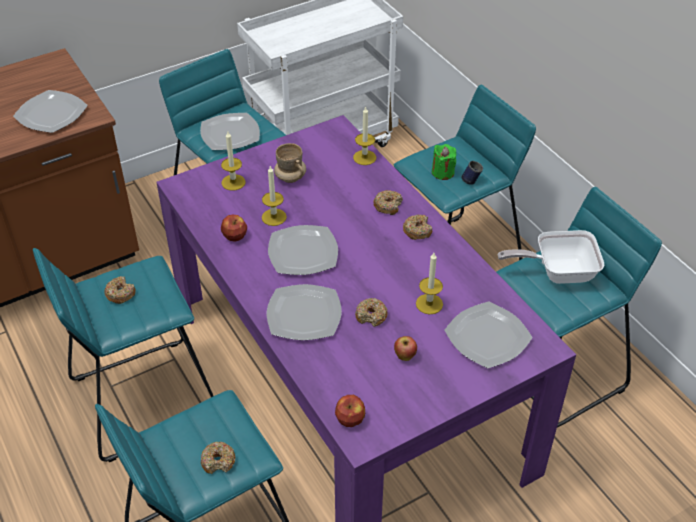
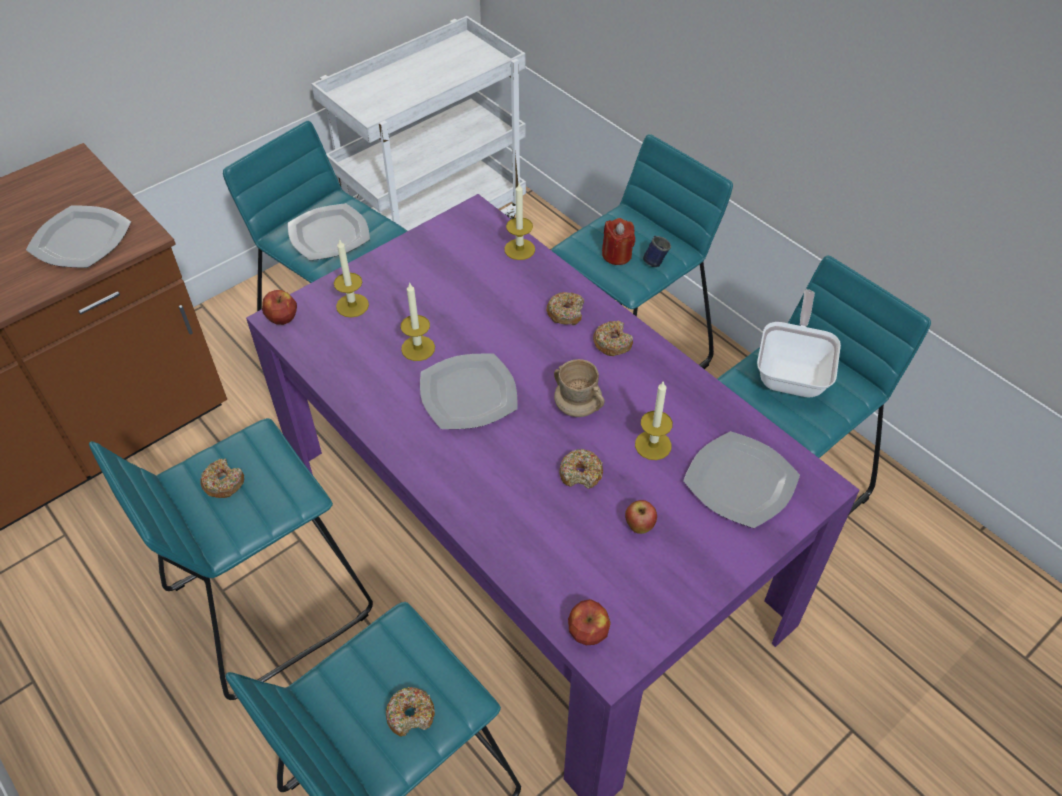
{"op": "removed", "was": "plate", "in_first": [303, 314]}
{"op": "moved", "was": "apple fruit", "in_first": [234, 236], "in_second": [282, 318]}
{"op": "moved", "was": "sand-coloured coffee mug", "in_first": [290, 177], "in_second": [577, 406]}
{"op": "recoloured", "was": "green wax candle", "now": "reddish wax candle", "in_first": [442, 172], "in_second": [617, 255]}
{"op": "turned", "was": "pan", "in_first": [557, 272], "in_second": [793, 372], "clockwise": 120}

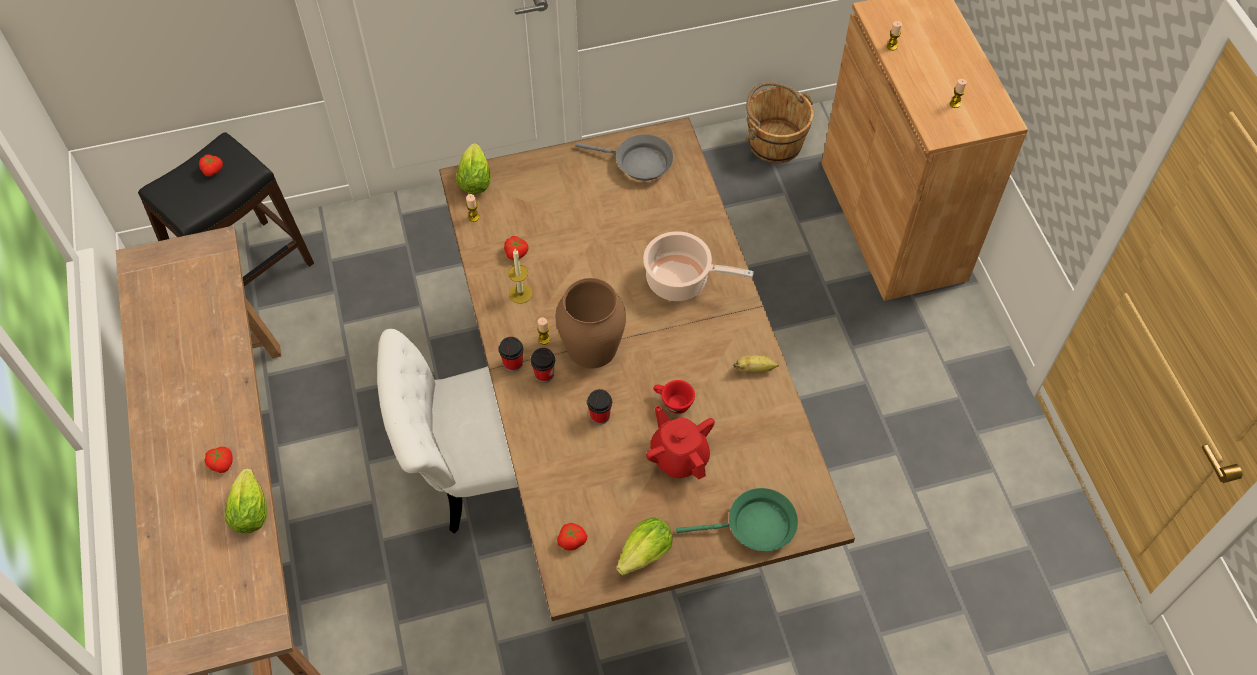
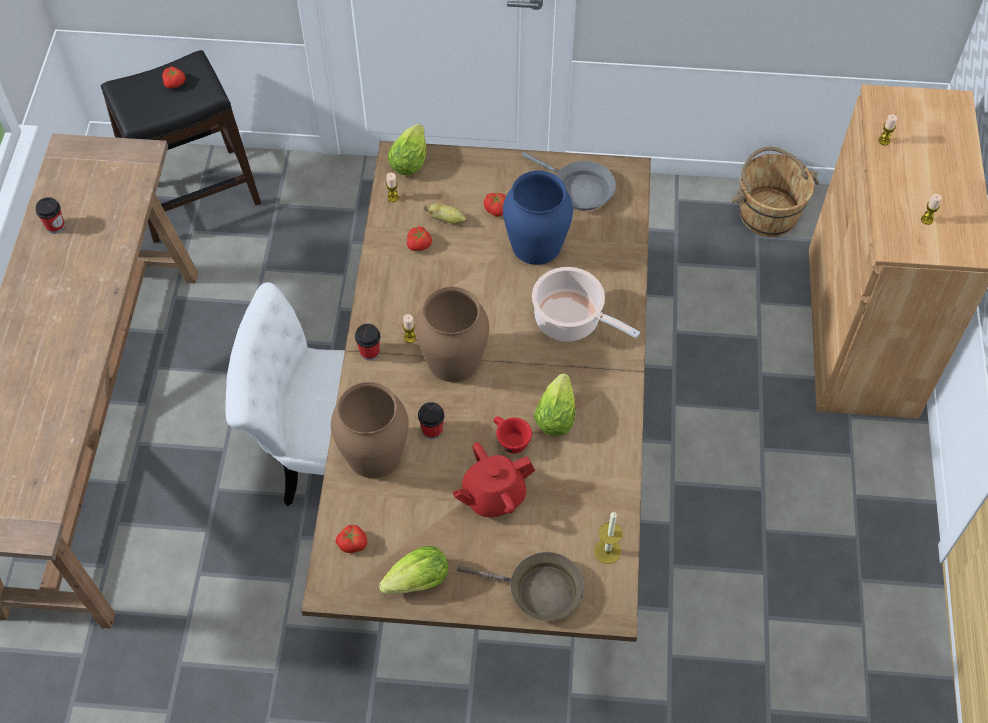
{"op": "added", "now": "brown-coloured decorative vase", "in_second": [373, 453]}
{"op": "added", "now": "bluish decorative vase", "in_second": [536, 245]}
{"op": "moved", "was": "fresh tomato", "in_first": [222, 463], "in_second": [497, 209]}
{"op": "moved", "was": "head of lettuce", "in_first": [250, 508], "in_second": [556, 413]}
{"op": "moved", "was": "wax candle", "in_first": [520, 293], "in_second": [607, 551]}
{"op": "moved", "was": "small cup", "in_first": [544, 374], "in_second": [55, 226]}
{"op": "moved", "was": "whole banana", "in_first": [755, 369], "in_second": [447, 220]}
{"op": "recoloured", "was": "green pan", "now": "brown-coloured pan", "in_first": [755, 526], "in_second": [539, 591]}
{"op": "turned", "was": "reddish tea pot", "in_first": [679, 456], "in_second": [493, 495], "clockwise": -105}

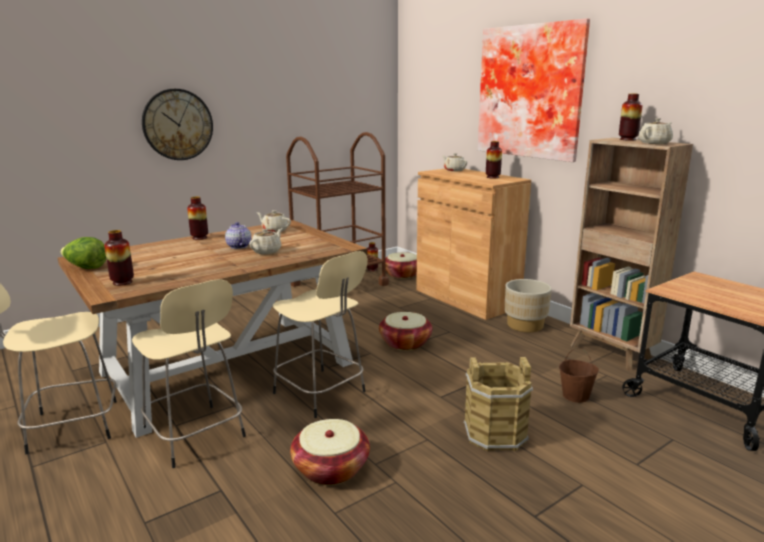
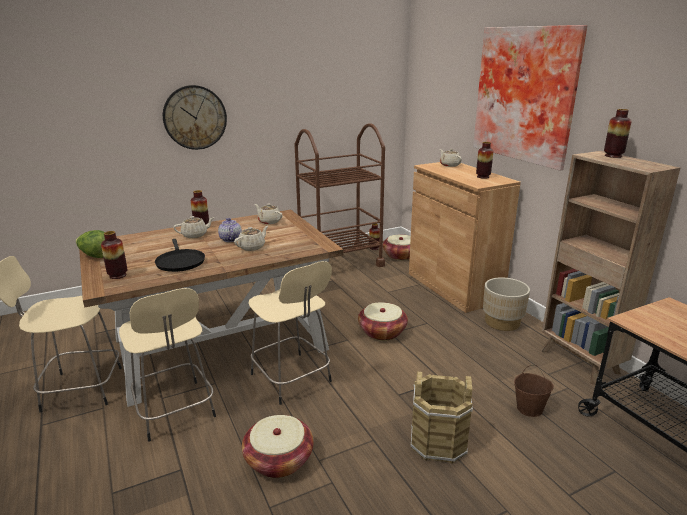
{"op": "added", "now": "black pan", "in_second": [180, 262]}
{"op": "moved", "was": "sand-coloured tea pot", "in_first": [655, 143], "in_second": [195, 235]}

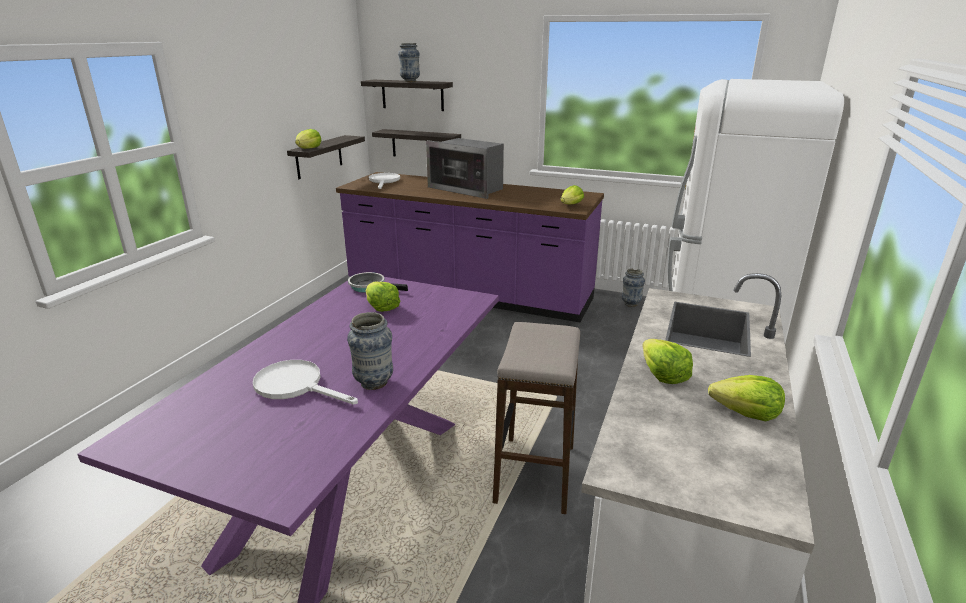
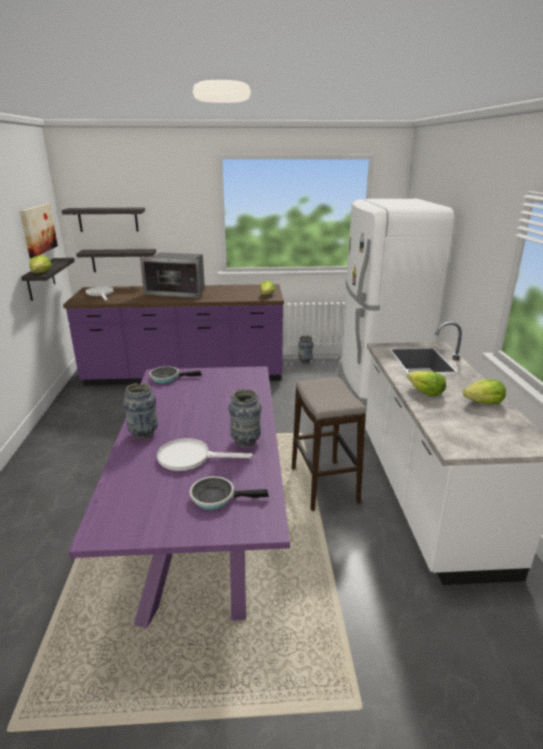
{"op": "removed", "was": "head of lettuce", "in_first": [381, 307]}
{"op": "added", "now": "picture", "in_second": [38, 229]}
{"op": "added", "now": "pan", "in_second": [217, 497]}
{"op": "moved", "was": "decorative vase", "in_first": [410, 81], "in_second": [144, 434]}

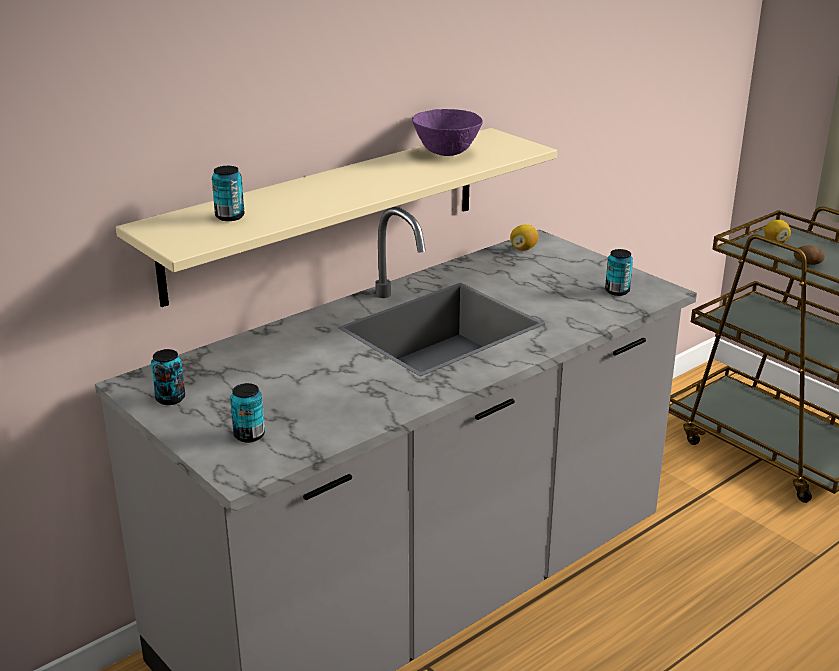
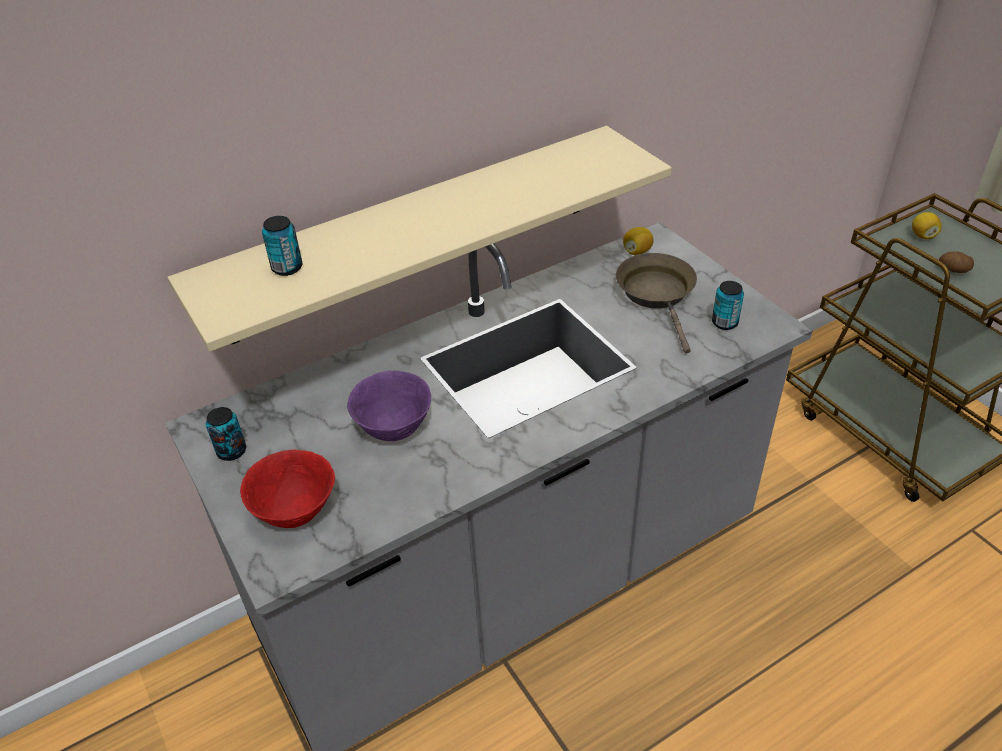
{"op": "added", "now": "brown-coloured pan", "in_second": [658, 295]}
{"op": "moved", "was": "purplish deep dish", "in_first": [447, 153], "in_second": [394, 428]}
{"op": "replaced", "was": "sealed can", "now": "reddish deep dish", "in_first": [249, 435], "in_second": [296, 512]}

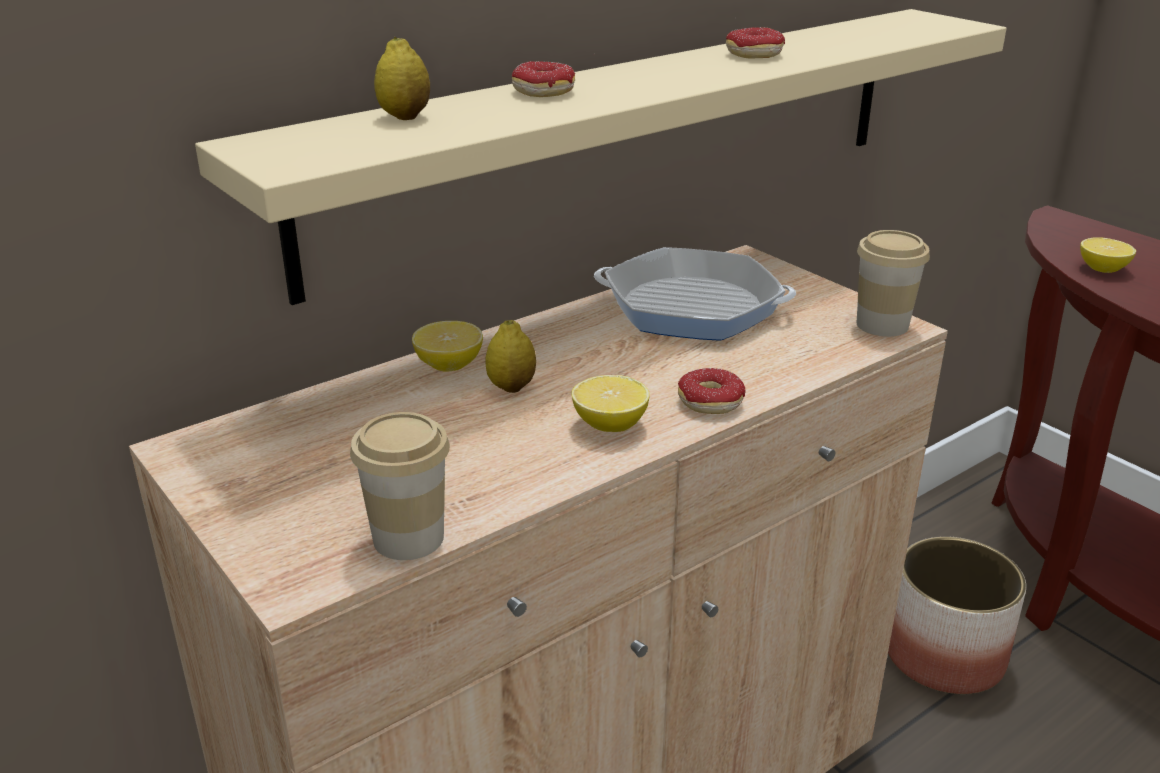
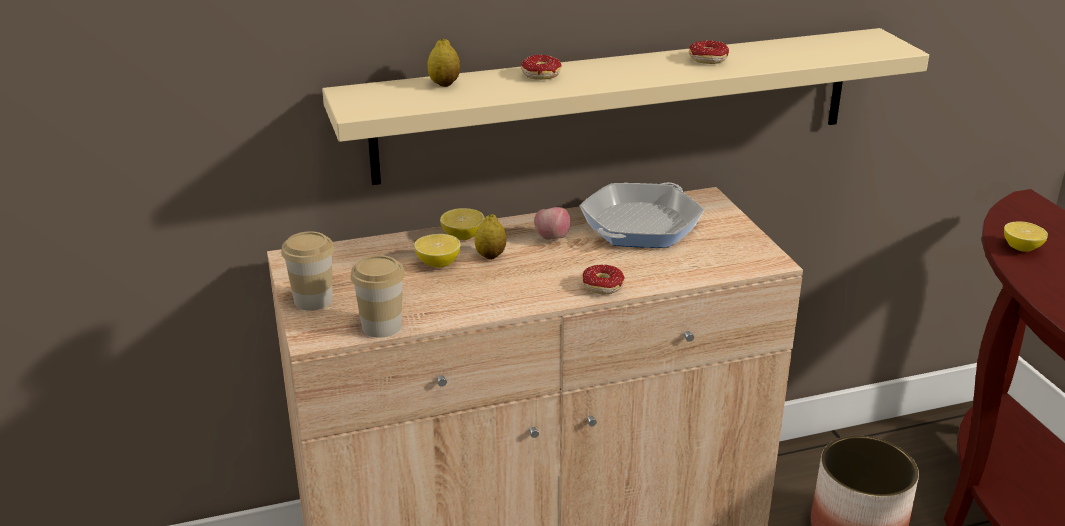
{"op": "added", "now": "apple fruit", "in_second": [552, 238]}
{"op": "moved", "was": "citrus fruit", "in_first": [610, 425], "in_second": [438, 263]}
{"op": "moved", "was": "small cup", "in_first": [882, 325], "in_second": [313, 300]}
{"op": "turned", "was": "pan", "in_first": [692, 307], "in_second": [640, 224], "clockwise": 90}

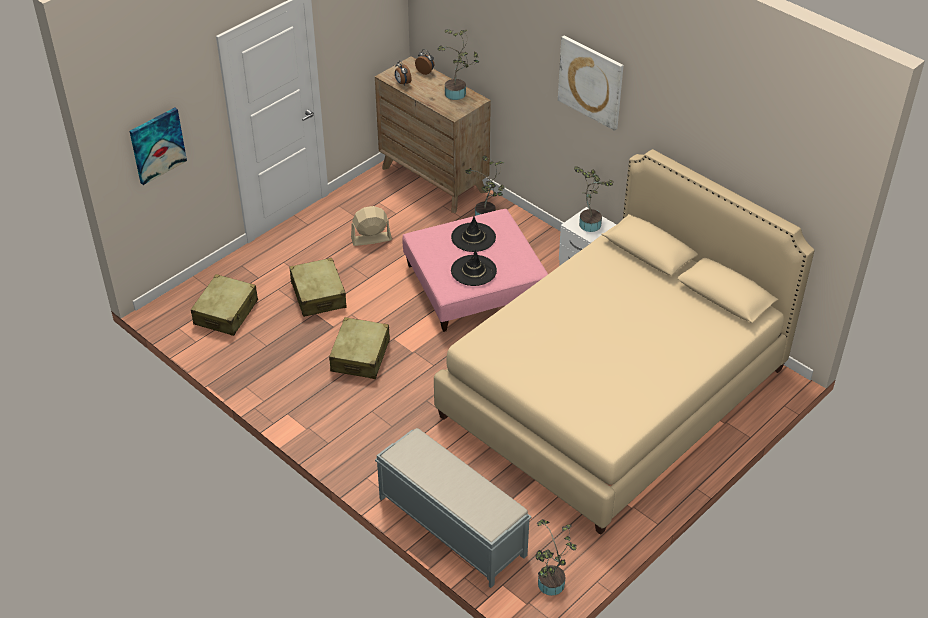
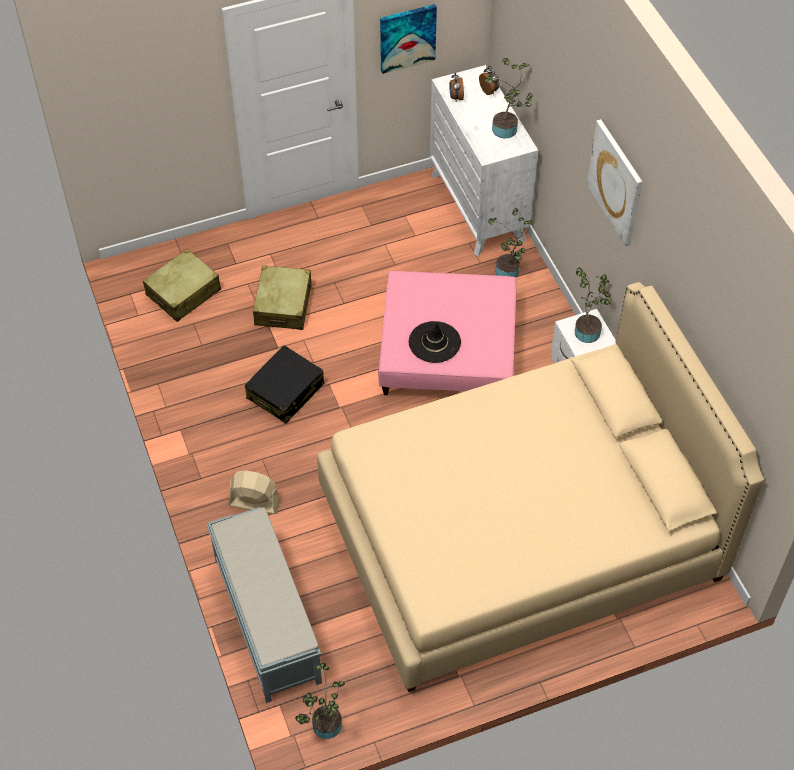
{"op": "removed", "was": "black hat", "in_first": [473, 237]}
{"op": "moved", "was": "picture", "in_first": [157, 145], "in_second": [407, 37]}
{"op": "moved", "was": "sand-coloured fan", "in_first": [371, 239], "in_second": [254, 502]}
{"op": "recoloured", "was": "sand-coloured suitcase", "now": "black suitcase", "in_first": [360, 356], "in_second": [286, 391]}
{"op": "recoloured", "was": "brown-coloured drawer chest", "now": "white drawer chest", "in_first": [434, 179], "in_second": [478, 207]}

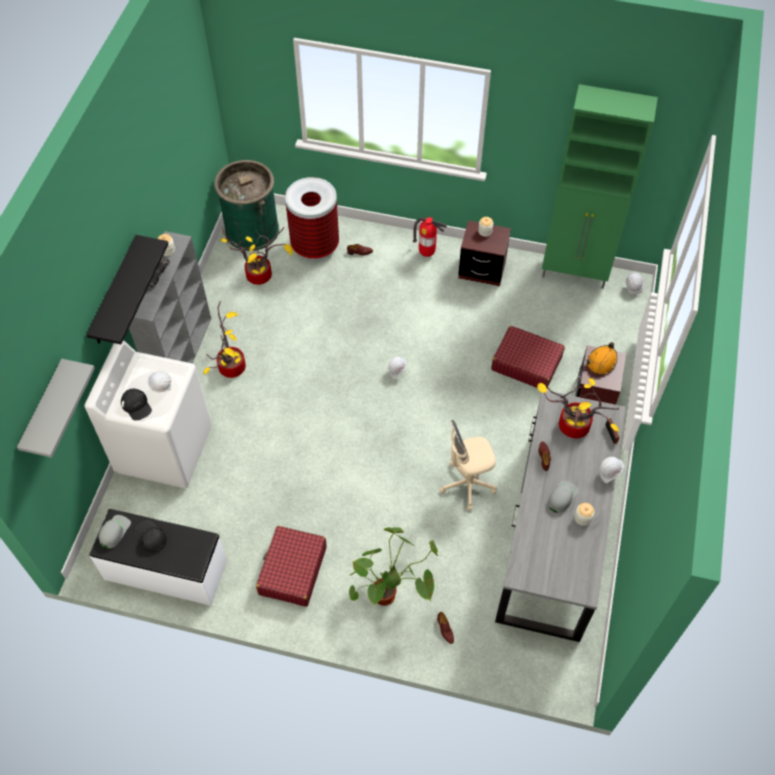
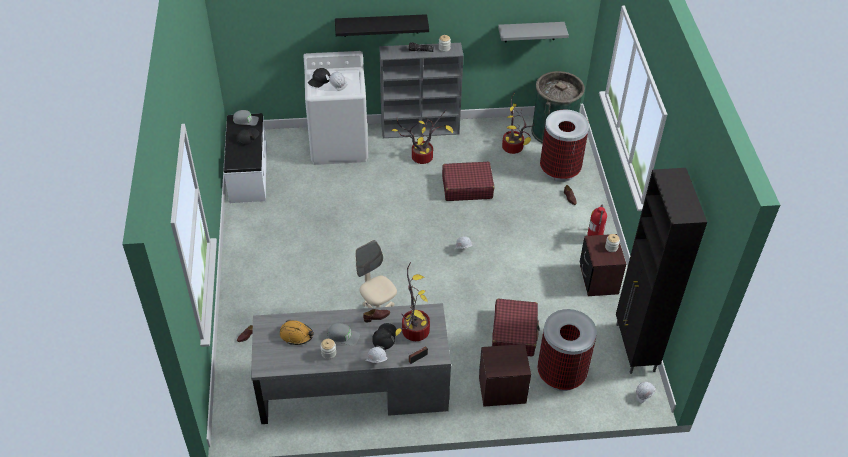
{"op": "removed", "was": "plant in a pot", "in_first": [391, 588]}
{"op": "added", "now": "black baseball cap", "in_second": [384, 337]}
{"op": "added", "now": "rubbish bin", "in_second": [561, 374]}
{"op": "moved", "was": "grey bracket shelf", "in_first": [44, 410], "in_second": [530, 32]}
{"op": "moved", "was": "reddish suitcase", "in_first": [292, 571], "in_second": [467, 187]}
{"op": "moved", "was": "orangey safety helmet", "in_first": [601, 361], "in_second": [296, 335]}
{"op": "recoloured", "was": "green cabinet", "now": "black cabinet", "in_first": [575, 273], "in_second": [635, 348]}

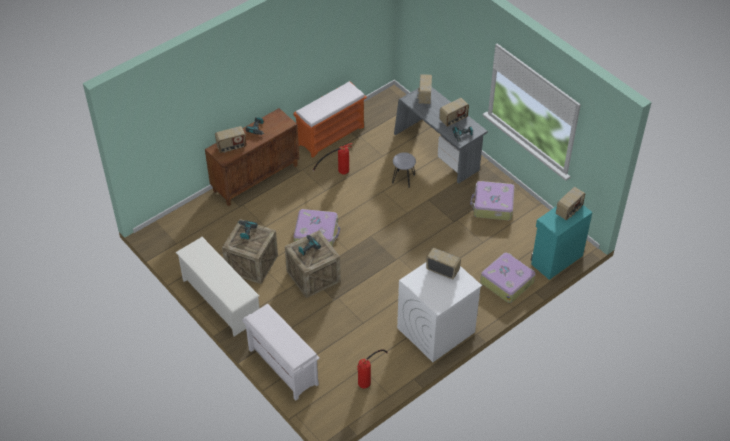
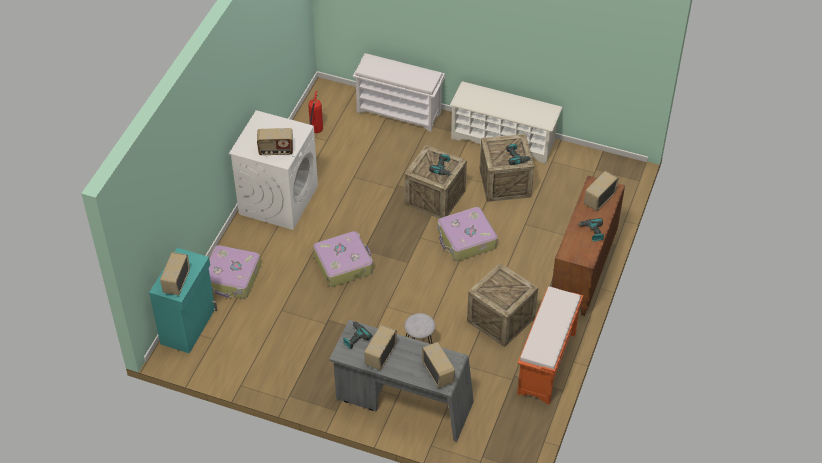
{"op": "moved", "was": "suitcase", "in_first": [492, 205], "in_second": [343, 264]}
{"op": "replaced", "was": "extinguisher", "now": "shipping crate", "in_first": [337, 172], "in_second": [501, 319]}

